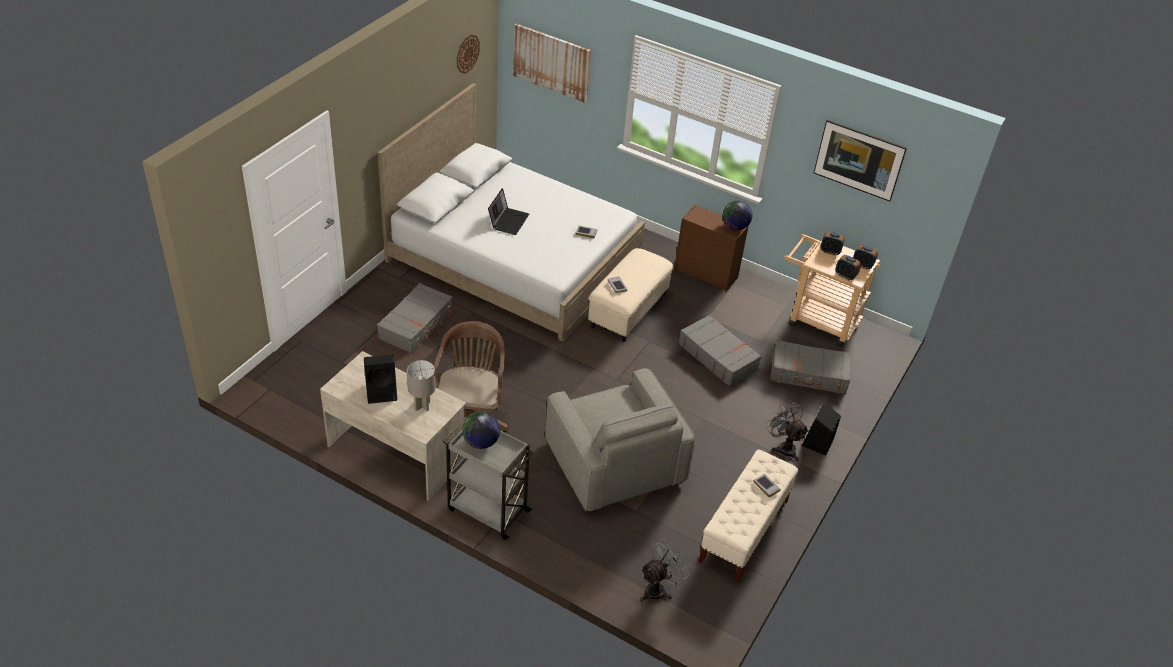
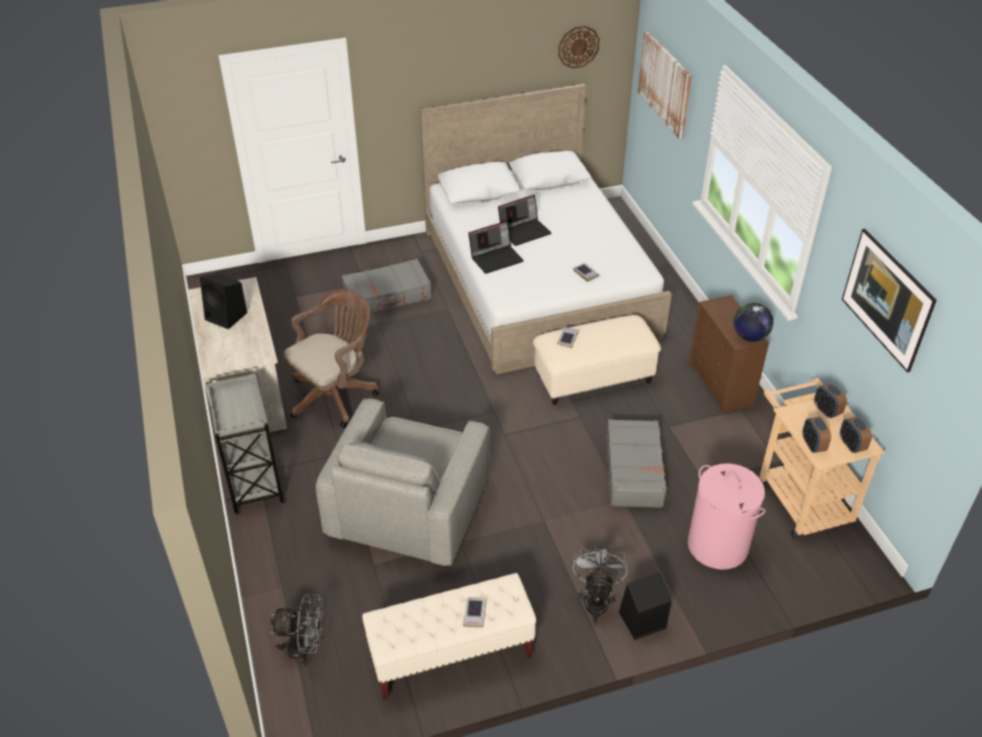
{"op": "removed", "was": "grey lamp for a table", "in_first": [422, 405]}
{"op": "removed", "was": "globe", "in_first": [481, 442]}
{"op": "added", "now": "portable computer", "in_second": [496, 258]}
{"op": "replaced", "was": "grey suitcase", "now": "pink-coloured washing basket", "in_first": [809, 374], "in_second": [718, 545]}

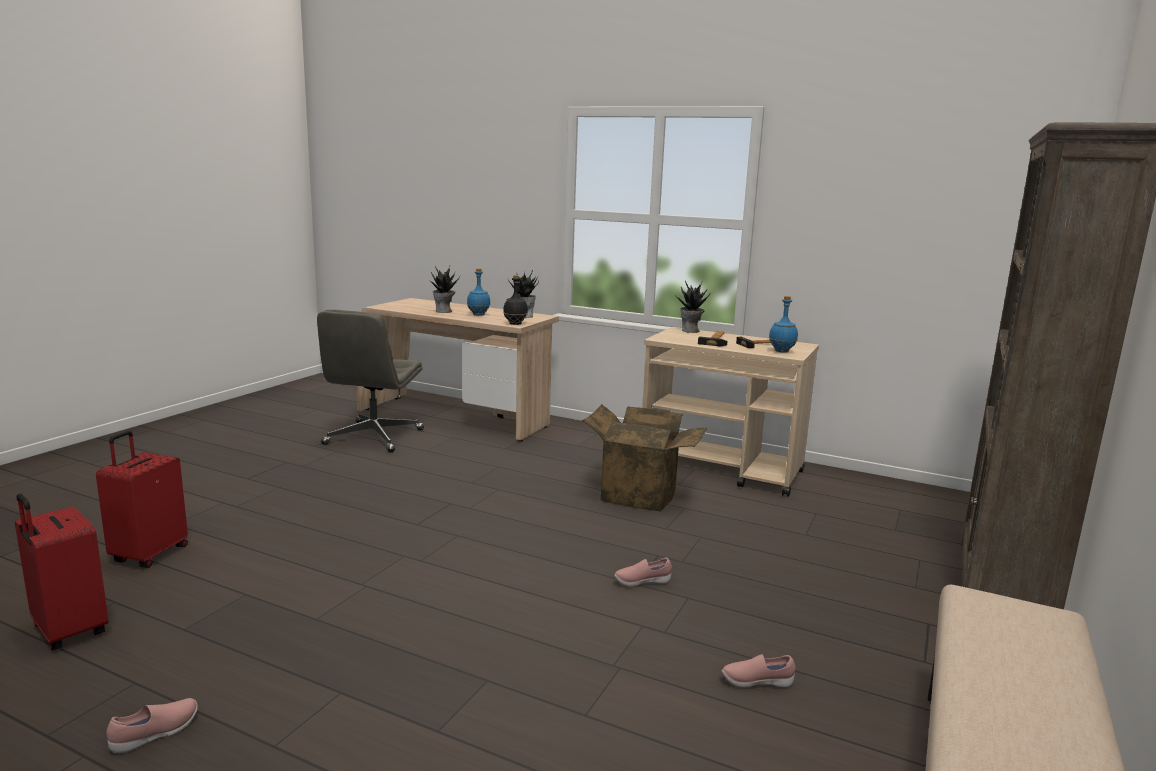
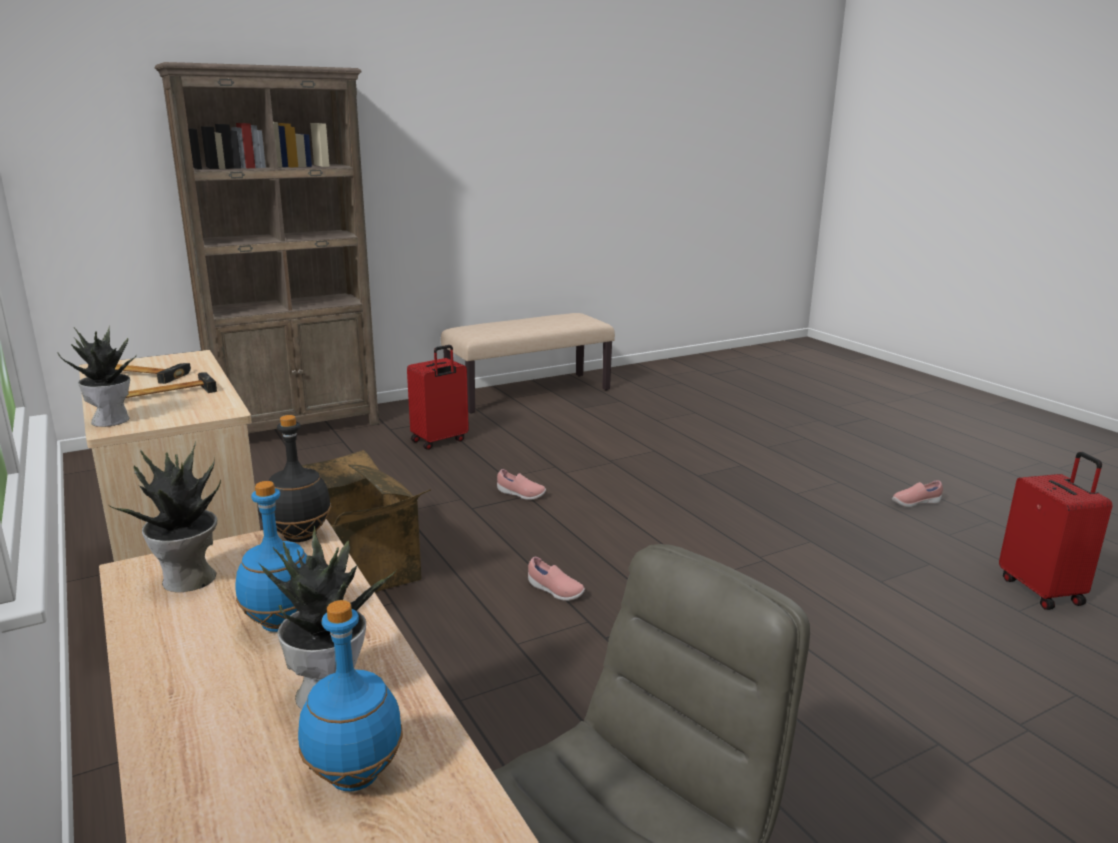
{"op": "moved", "was": "reddish suitcase", "in_first": [149, 555], "in_second": [439, 441]}
{"op": "moved", "was": "pink-coloured shoe", "in_first": [756, 682], "in_second": [555, 591]}
{"op": "moved", "was": "bluish bottle", "in_first": [781, 351], "in_second": [353, 776]}

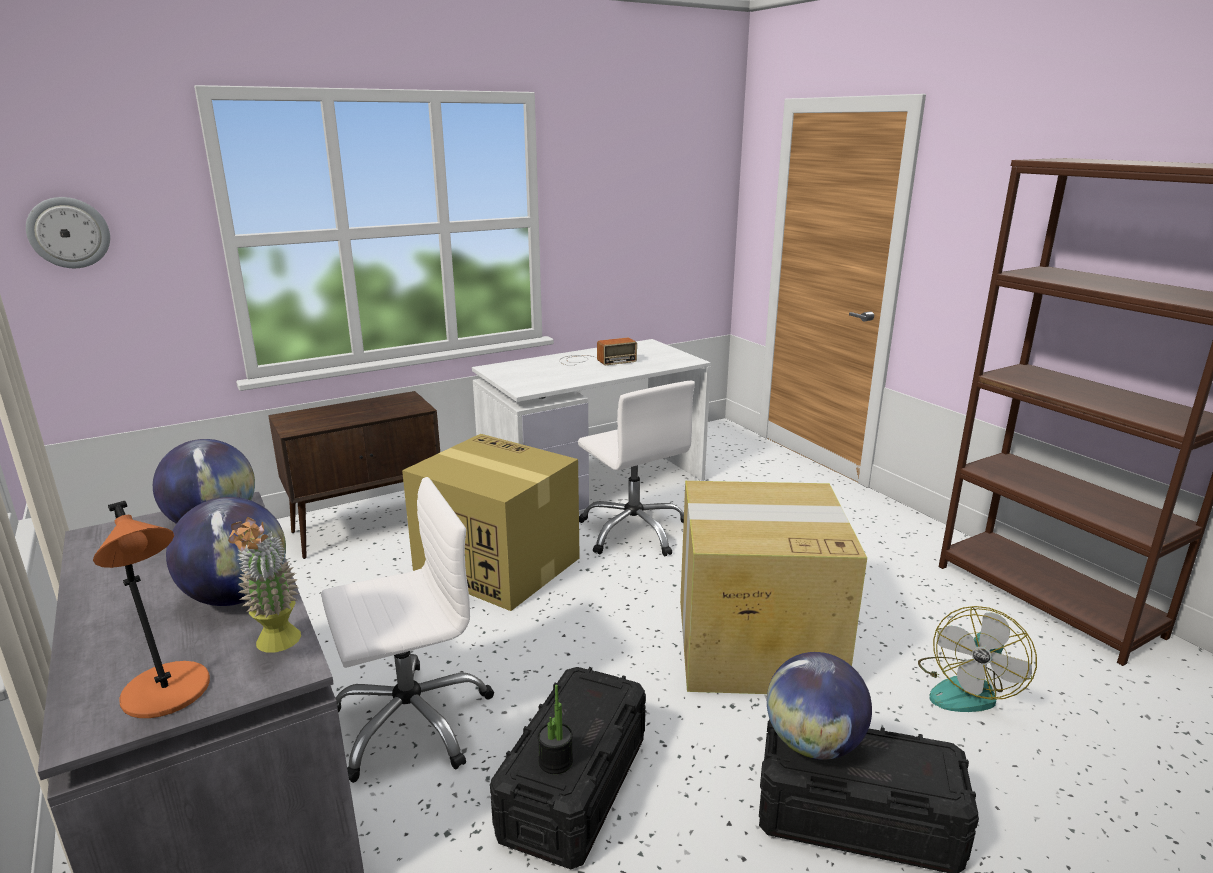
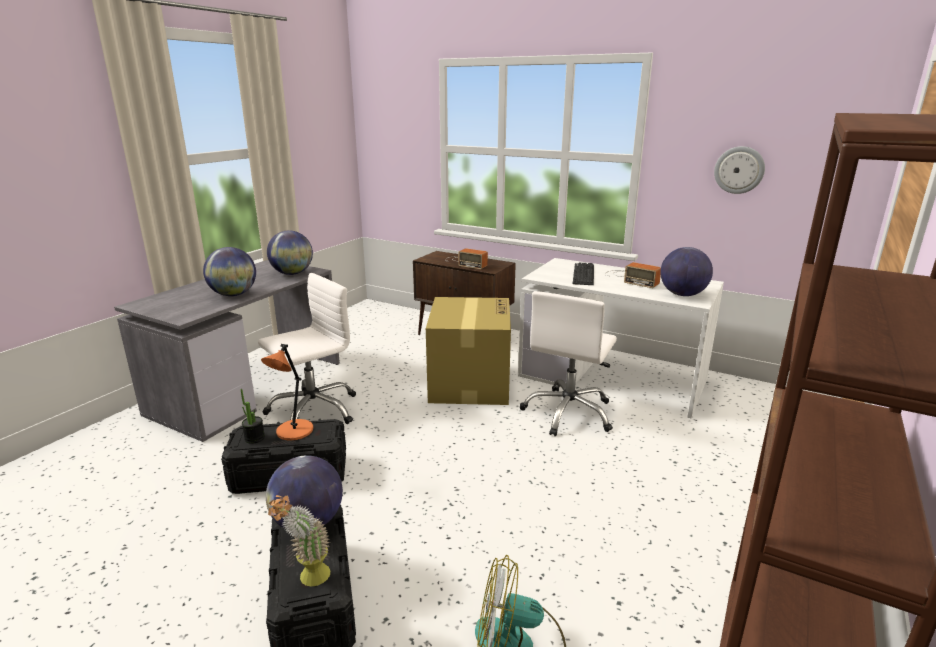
{"op": "removed", "was": "packing box", "in_first": [753, 644]}
{"op": "added", "now": "radio", "in_second": [465, 262]}
{"op": "added", "now": "PC keyboard", "in_second": [583, 274]}
{"op": "added", "now": "globe", "in_second": [682, 294]}
{"op": "moved", "was": "hanging clock", "in_first": [69, 232], "in_second": [739, 170]}
{"op": "moved", "was": "orangey lamp for a table", "in_first": [168, 693], "in_second": [293, 432]}
{"op": "moved", "was": "plant in a pot", "in_first": [277, 646], "in_second": [308, 579]}
{"op": "turned", "was": "white office chair", "in_first": [410, 721], "in_second": [313, 410], "clockwise": -75}

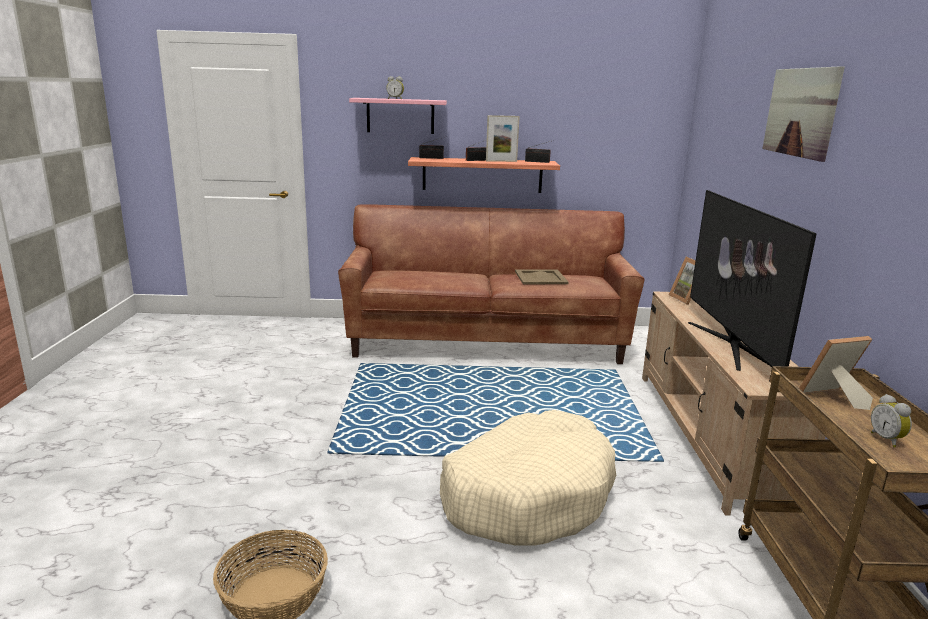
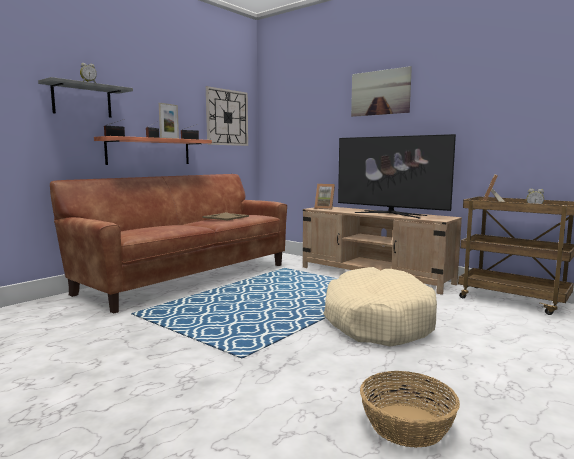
{"op": "added", "now": "hanging clock", "in_second": [227, 117]}
{"op": "recoloured", "was": "pink-coloured bracket shelf", "now": "grey bracket shelf", "in_first": [400, 116], "in_second": [82, 100]}

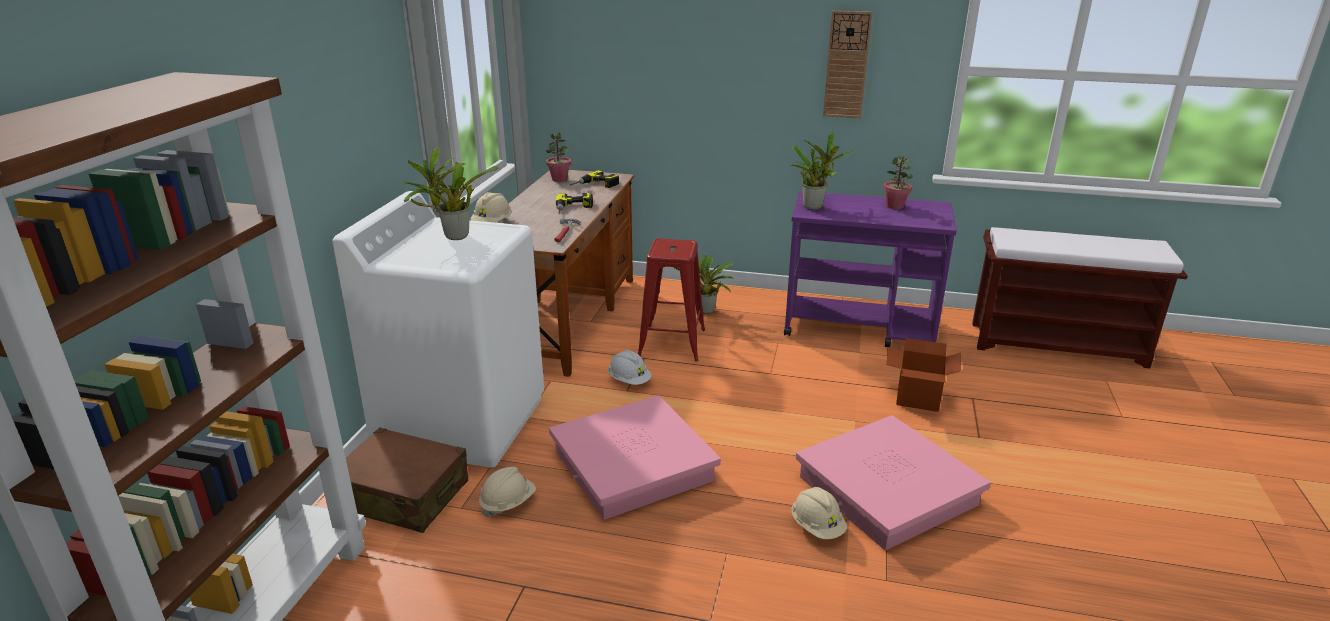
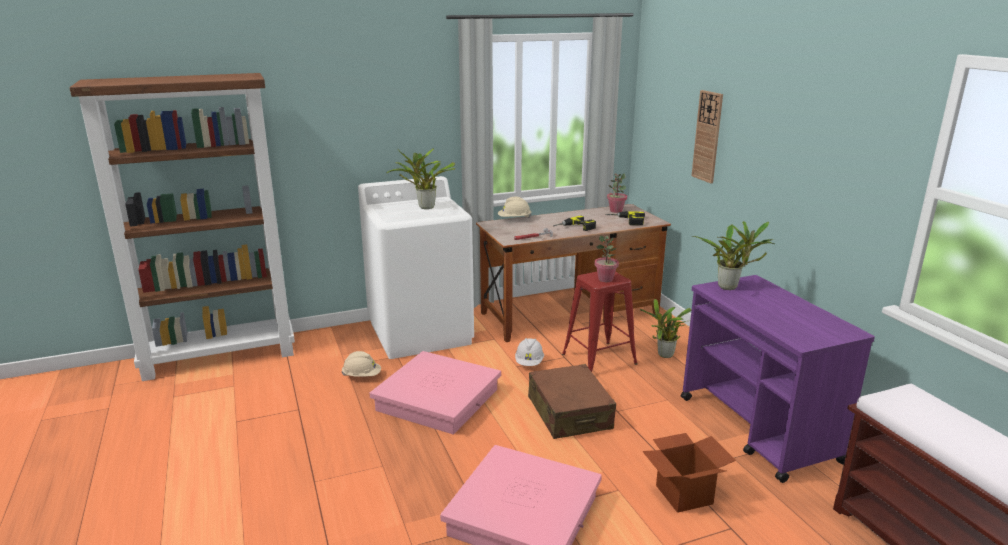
{"op": "removed", "was": "sand-coloured safety helmet", "in_first": [817, 527]}
{"op": "moved", "was": "brown-coloured suitcase", "in_first": [402, 495], "in_second": [569, 413]}
{"op": "moved", "was": "hanging clock", "in_first": [847, 65], "in_second": [707, 136]}
{"op": "moved", "was": "plant in a pot", "in_first": [895, 206], "in_second": [605, 279]}

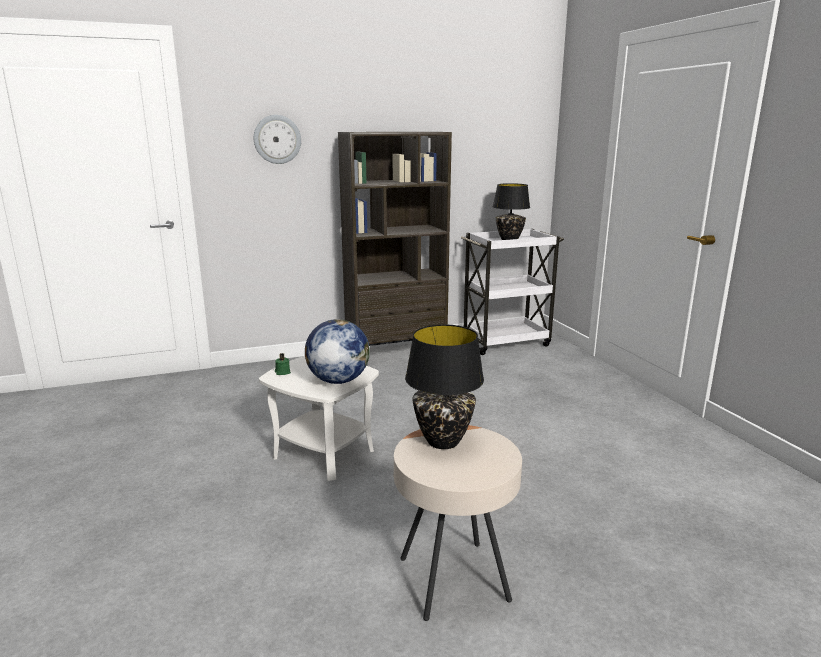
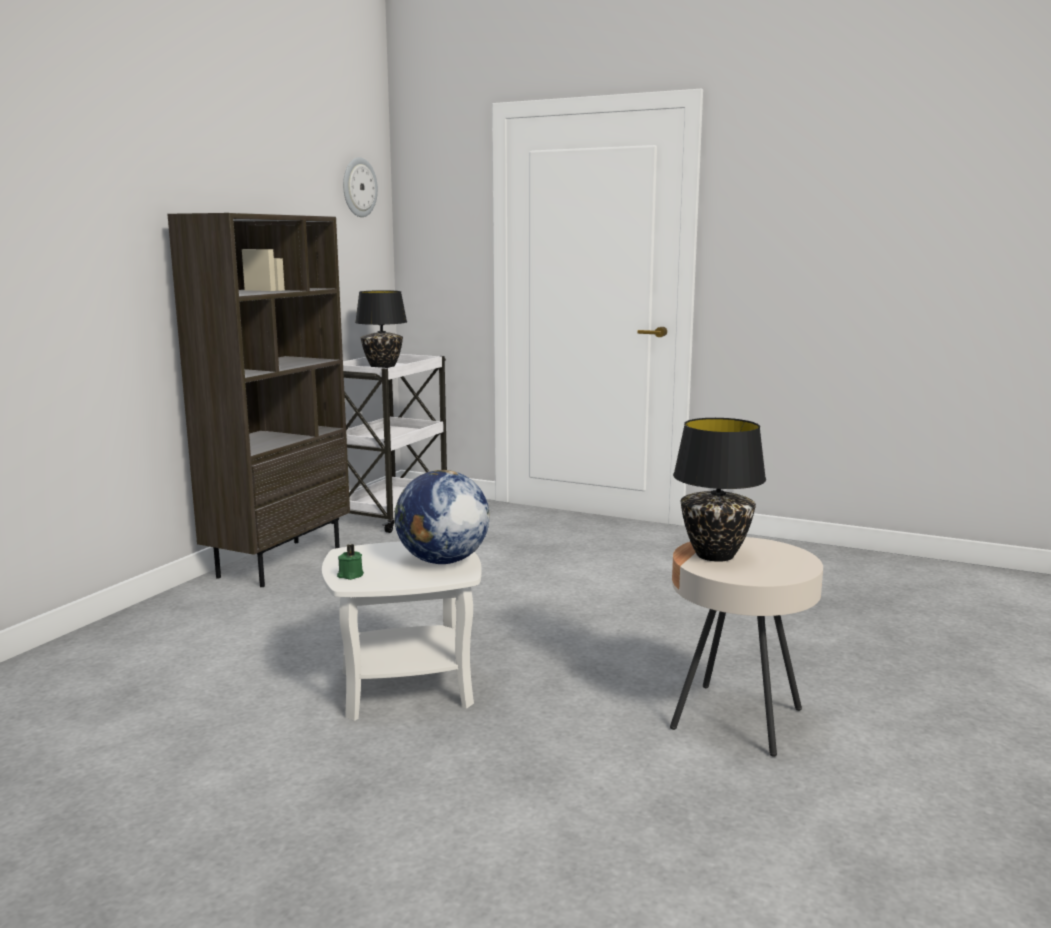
{"op": "moved", "was": "hanging clock", "in_first": [277, 139], "in_second": [359, 187]}

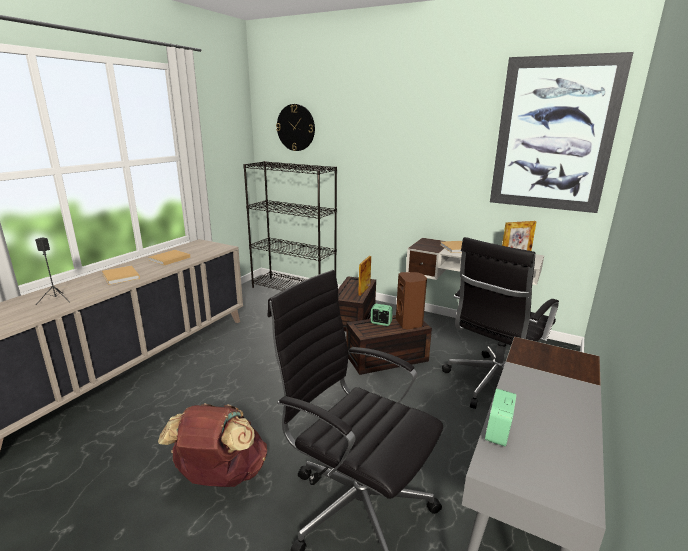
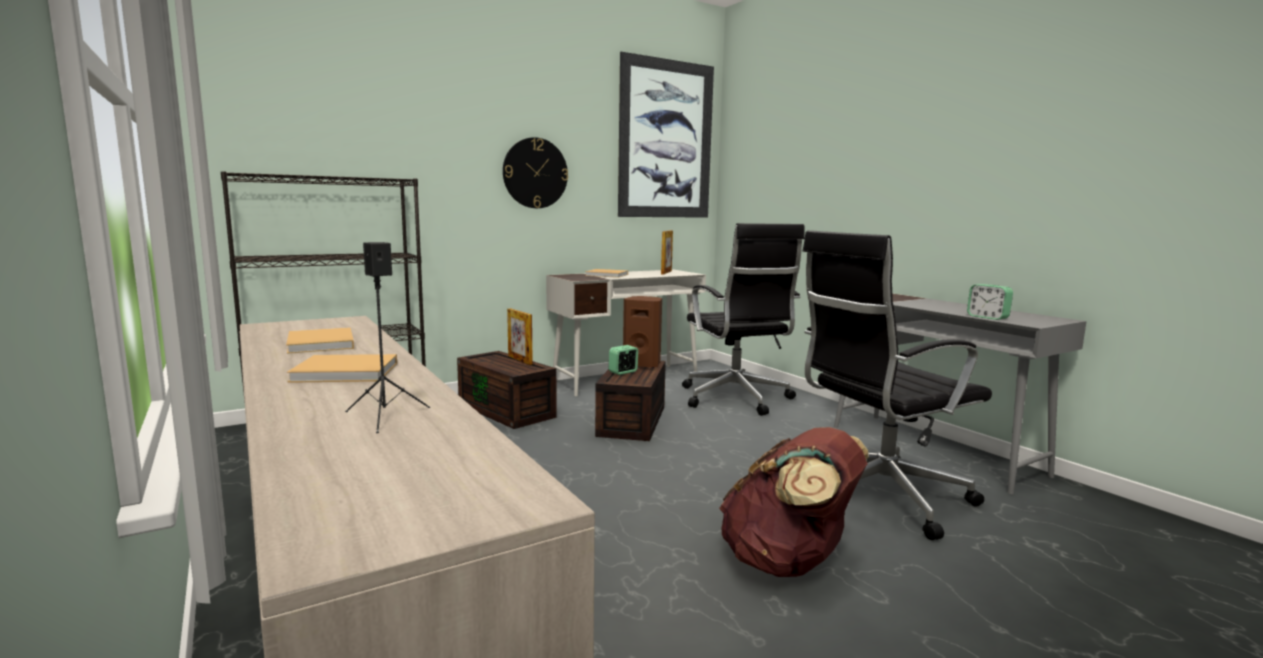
{"op": "moved", "was": "hanging clock", "in_first": [296, 127], "in_second": [535, 173]}

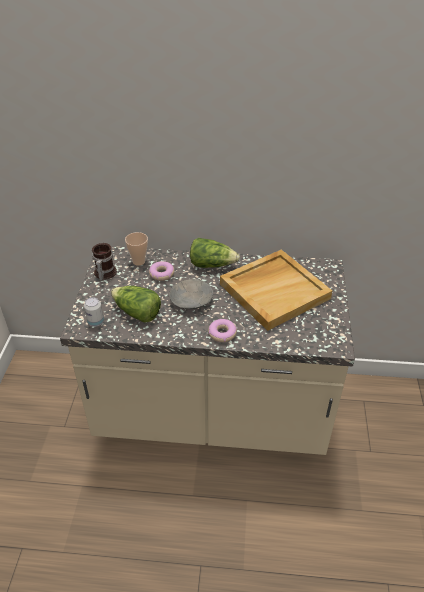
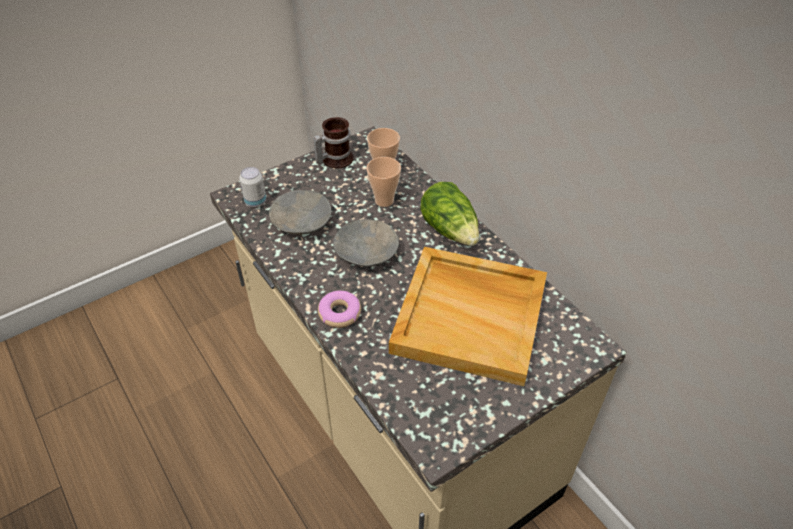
{"op": "replaced", "was": "head of lettuce", "now": "grey deep dish", "in_first": [137, 313], "in_second": [301, 222]}
{"op": "replaced", "was": "doughnut", "now": "small cup", "in_first": [161, 274], "in_second": [384, 200]}

